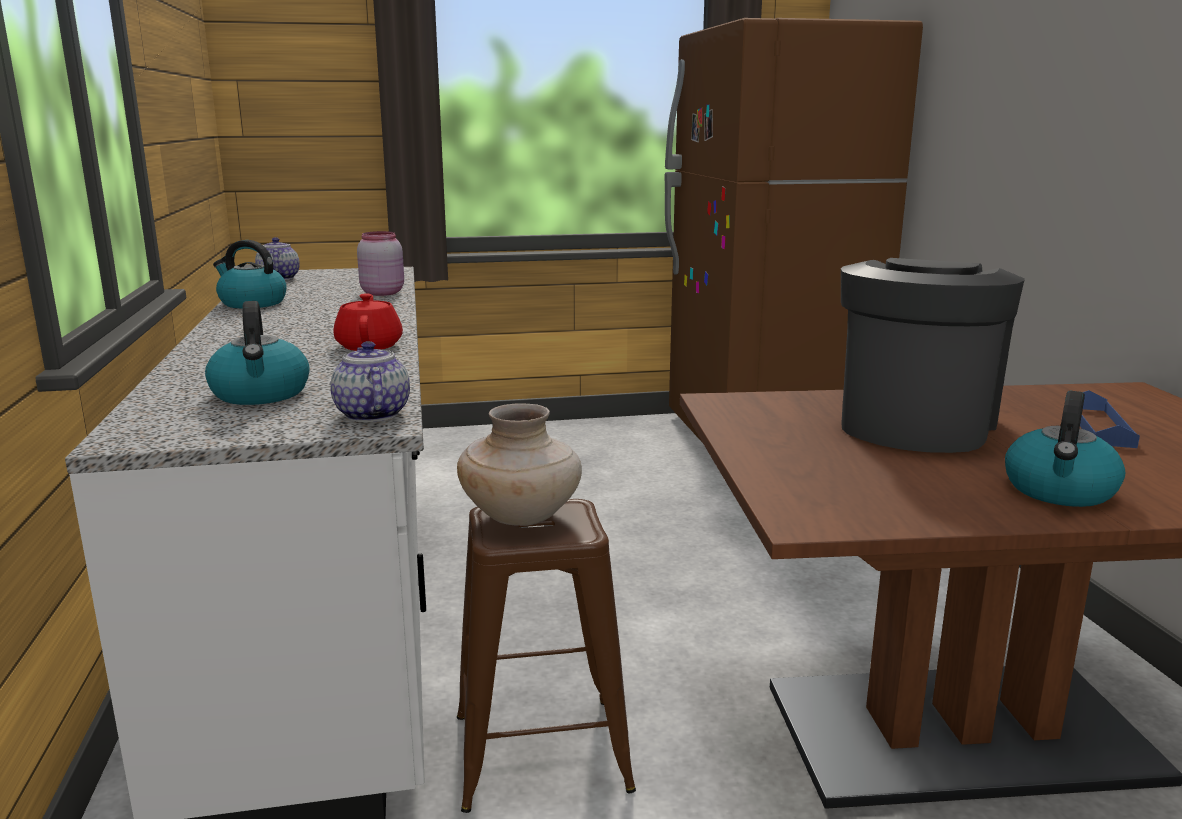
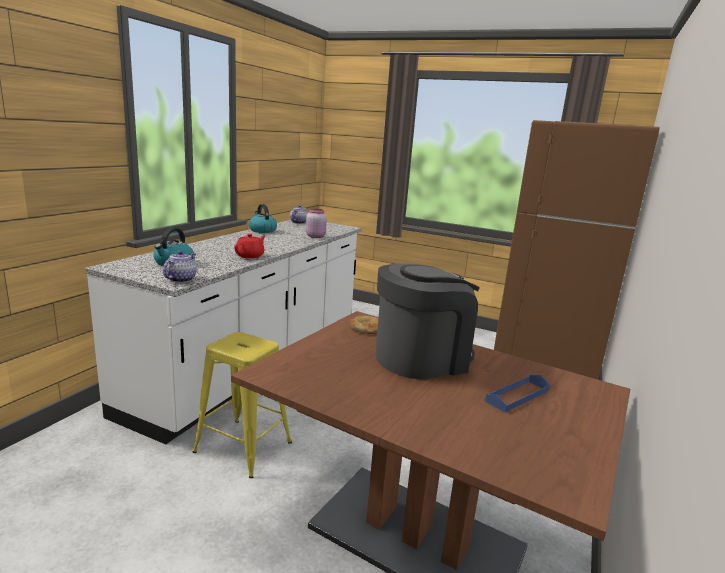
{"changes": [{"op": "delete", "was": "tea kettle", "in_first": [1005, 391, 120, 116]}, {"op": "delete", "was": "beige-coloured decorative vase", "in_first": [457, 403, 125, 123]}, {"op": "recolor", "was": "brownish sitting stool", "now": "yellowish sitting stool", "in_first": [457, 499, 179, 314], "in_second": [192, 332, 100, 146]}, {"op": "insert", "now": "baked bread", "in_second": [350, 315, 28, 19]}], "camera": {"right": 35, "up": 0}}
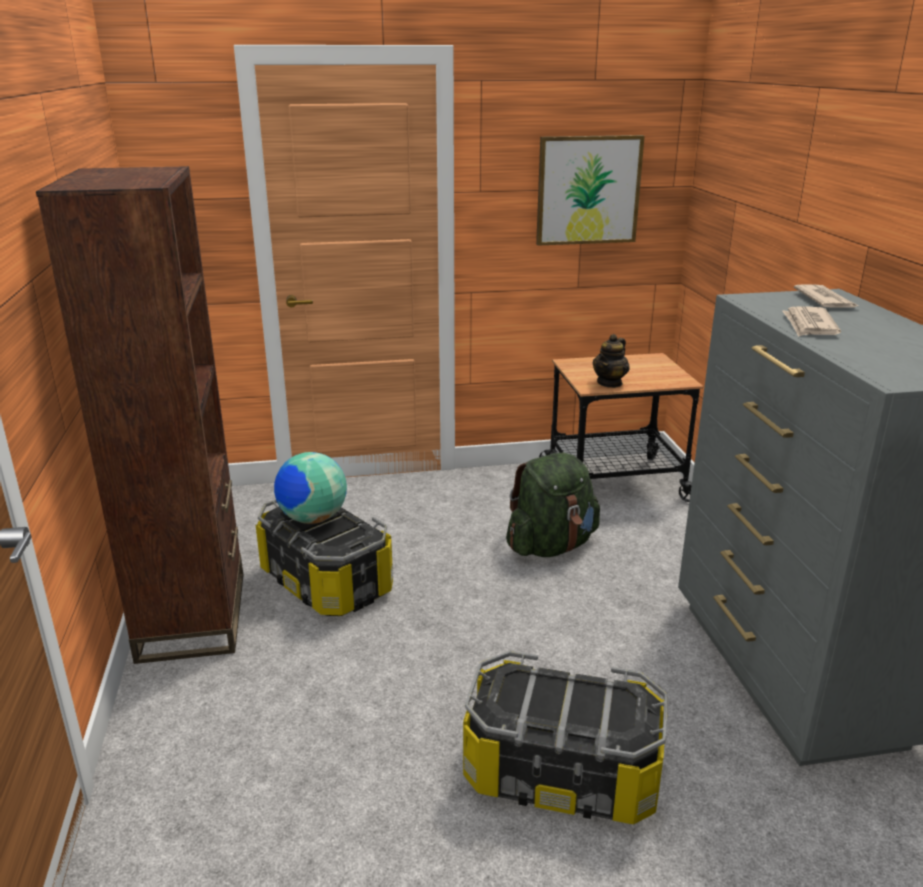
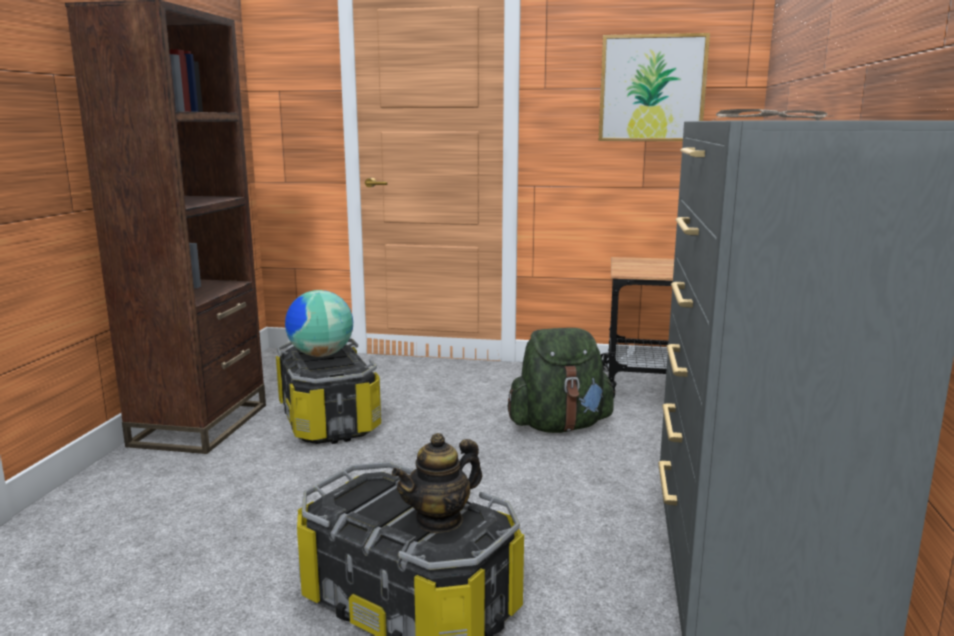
{"changes": [{"op": "move", "was": "tea pot", "in_first": [593, 334, 37, 54], "in_second": [392, 433, 90, 100]}], "camera": {"right": 20, "up": -10}}
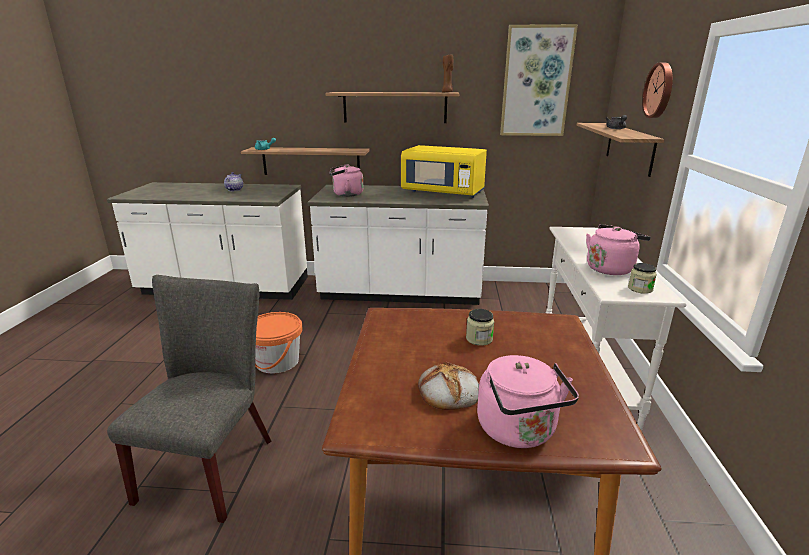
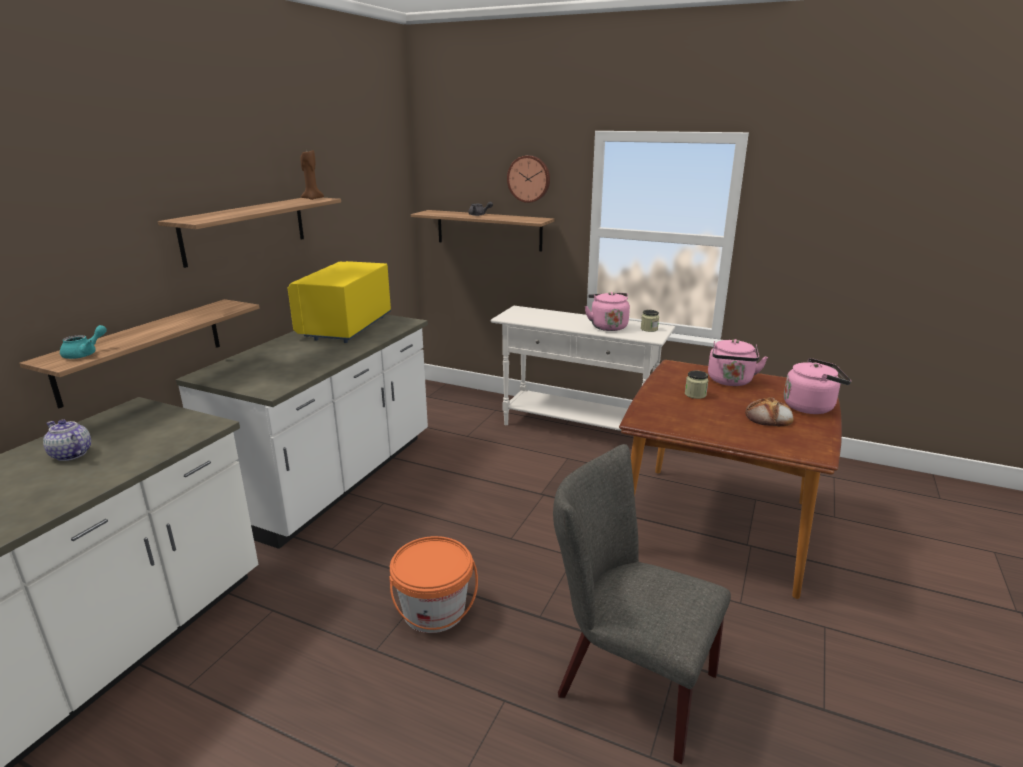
{"changes": [{"op": "delete", "was": "picture", "in_first": [500, 24, 78, 112]}, {"op": "rotate", "was": "yellowish microwave", "in_first": [401, 145, 86, 53], "in_second": [288, 261, 103, 82], "clockwise": 150}, {"op": "move", "was": "pink-coloured tea kettle", "in_first": [329, 164, 34, 33], "in_second": [708, 339, 60, 47]}], "camera": {"right": -70, "up": 0}}
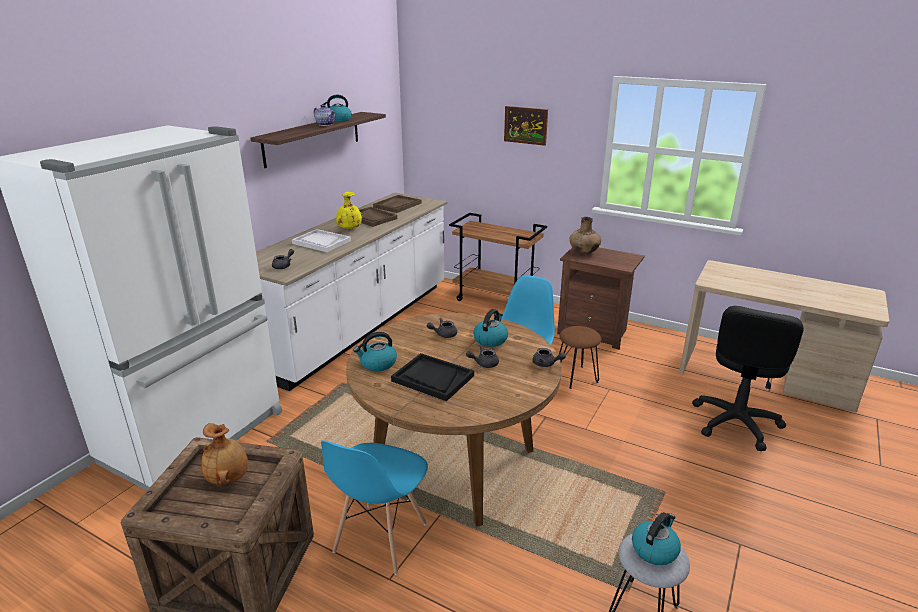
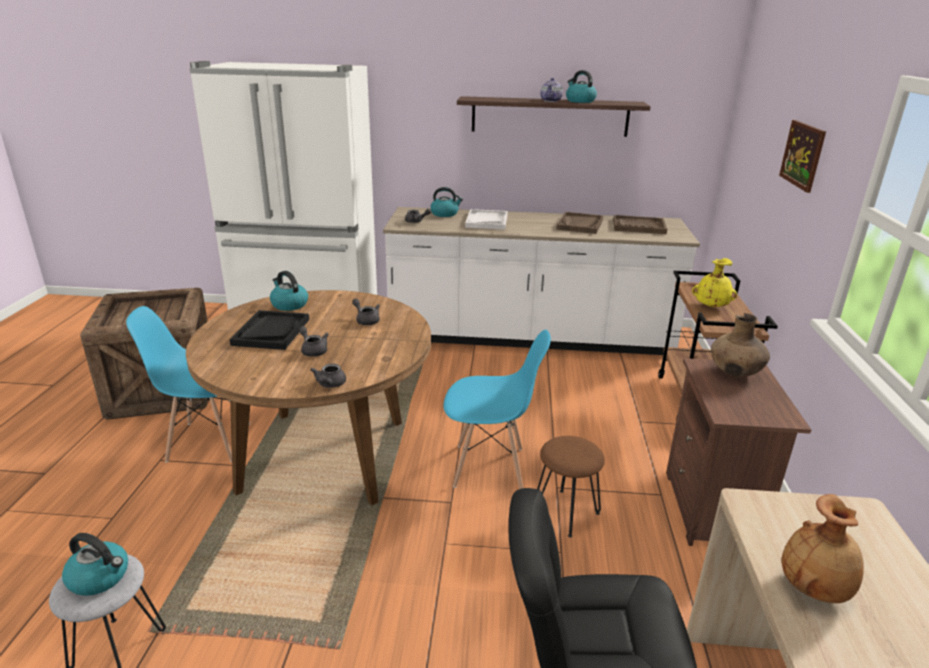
{"changes": [{"op": "move", "was": "yellowish decorative vase", "in_first": [336, 192, 26, 37], "in_second": [692, 258, 45, 49]}, {"op": "move", "was": "tea kettle", "in_first": [473, 309, 35, 38], "in_second": [430, 187, 33, 30]}, {"op": "move", "was": "brownish decorative vase", "in_first": [201, 423, 47, 62], "in_second": [781, 494, 83, 109]}], "camera": {"right": 65, "up": 0}}
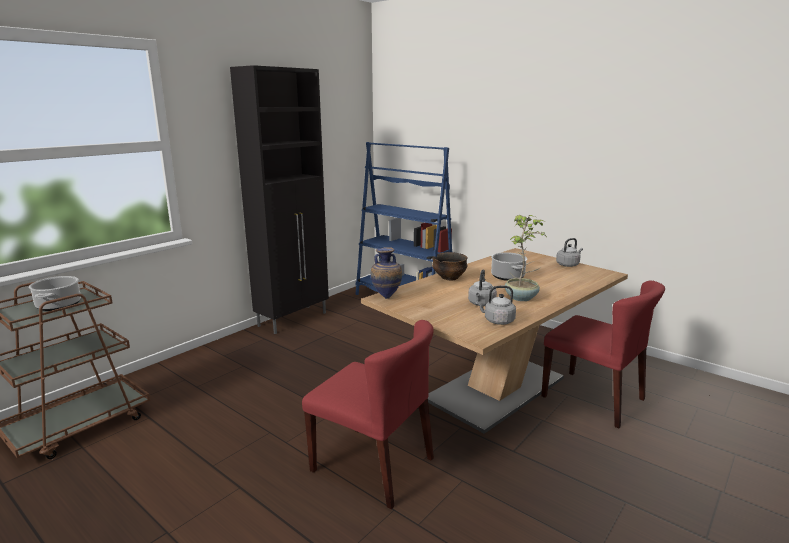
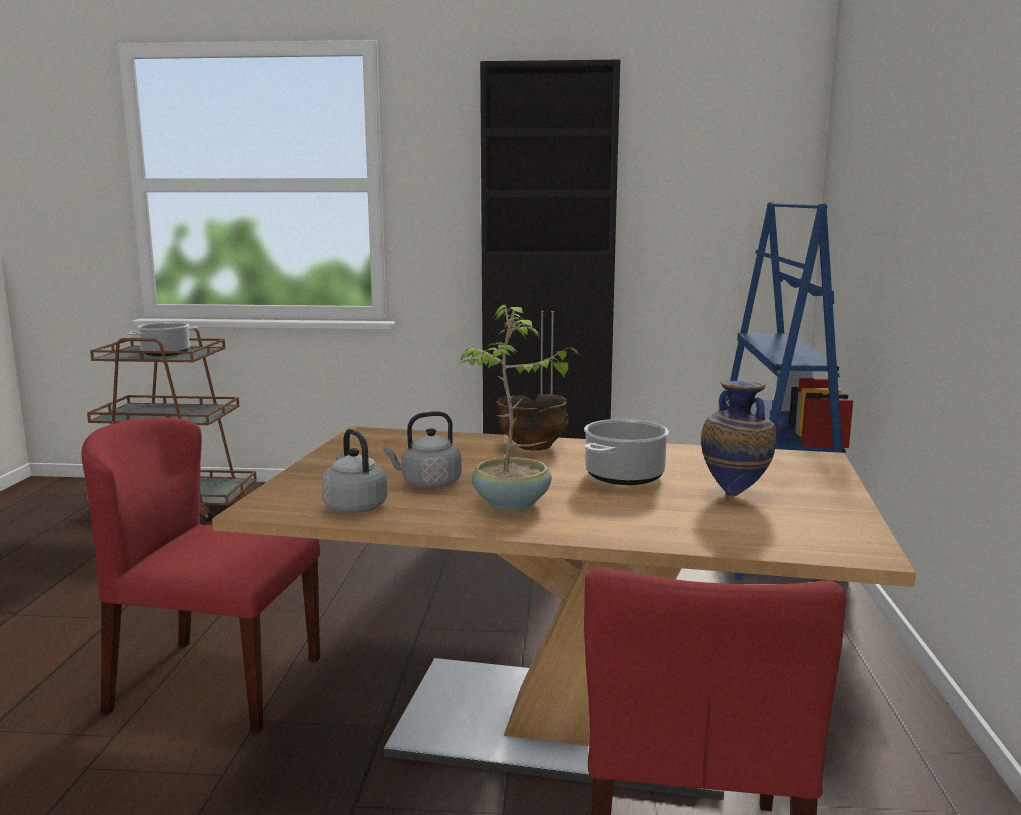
{"changes": [{"op": "delete", "was": "grey tea kettle", "in_first": [556, 238, 27, 29]}, {"op": "move", "was": "decorative vase", "in_first": [371, 247, 31, 52], "in_second": [701, 380, 76, 116]}, {"op": "rotate", "was": "reddish plain chair", "in_first": [302, 320, 132, 189], "in_second": [81, 417, 239, 316], "clockwise": 105}], "camera": {"right": 55, "up": -5}}
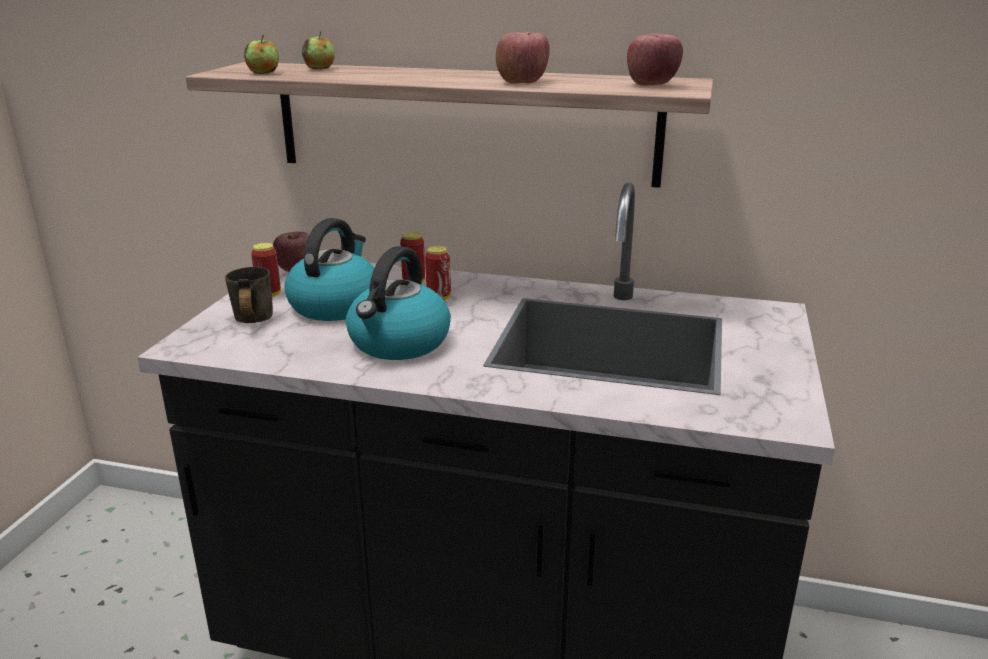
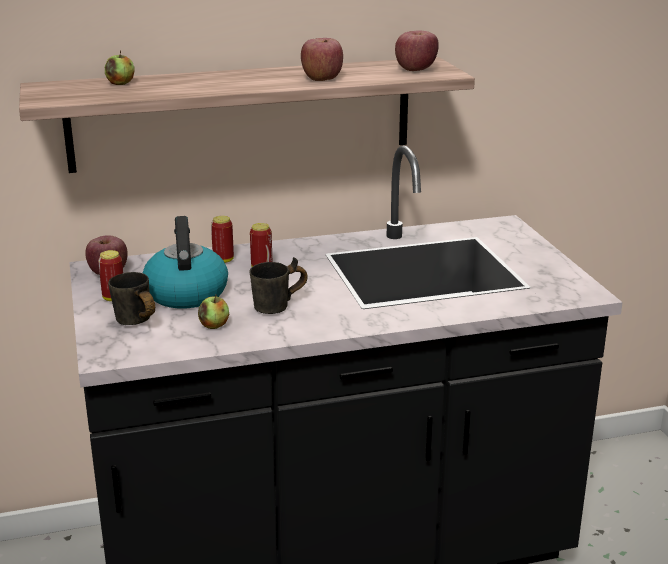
{"changes": [{"op": "move", "was": "apple", "in_first": [244, 35, 35, 39], "in_second": [198, 294, 31, 35]}, {"op": "replace", "was": "tea kettle", "now": "grey mug", "in_first": [346, 246, 105, 114], "in_second": [250, 257, 58, 57]}], "camera": {"right": -30, "up": 0}}
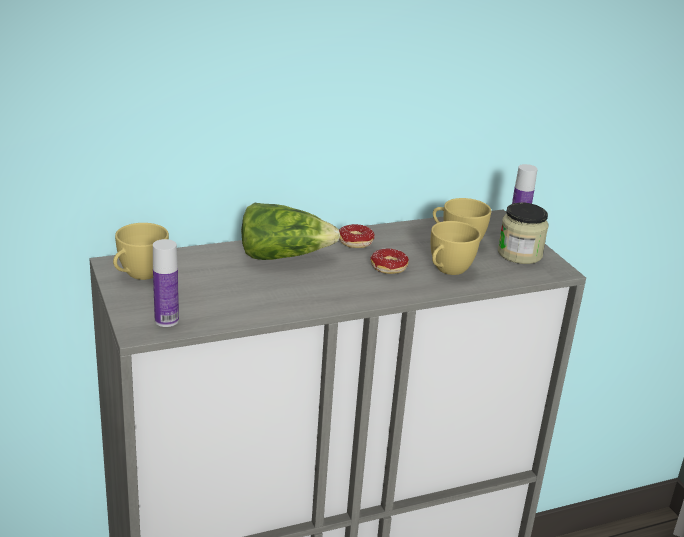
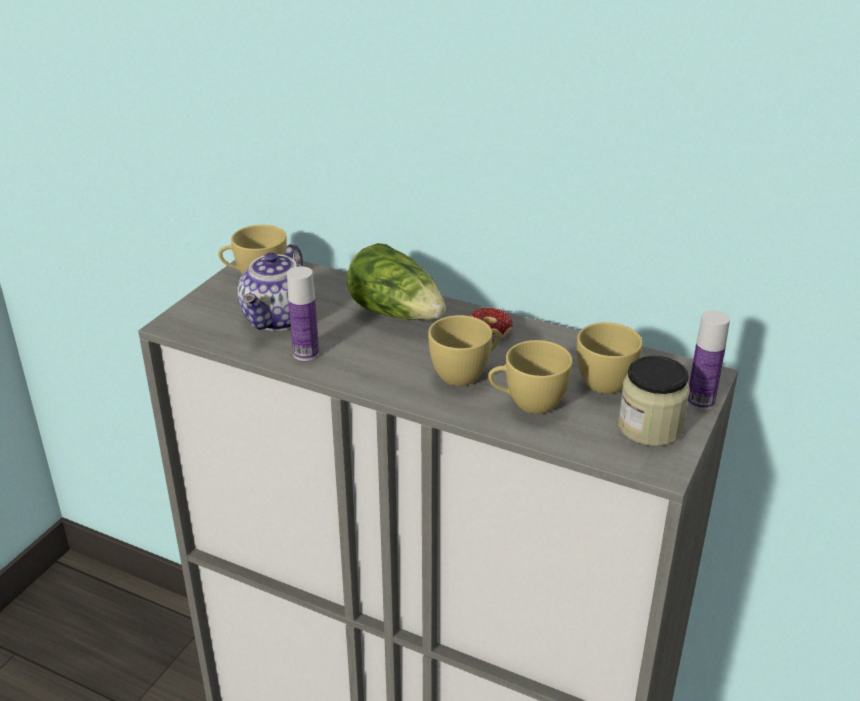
{"changes": [{"op": "move", "was": "drink bottle", "in_first": [153, 239, 26, 88], "in_second": [287, 266, 32, 95]}, {"op": "replace", "was": "ring doughnut", "now": "yellowish cup", "in_first": [370, 249, 39, 25], "in_second": [428, 315, 72, 71]}, {"op": "insert", "now": "tea pot", "in_second": [237, 244, 66, 87]}], "camera": {"right": 50, "up": 5}}
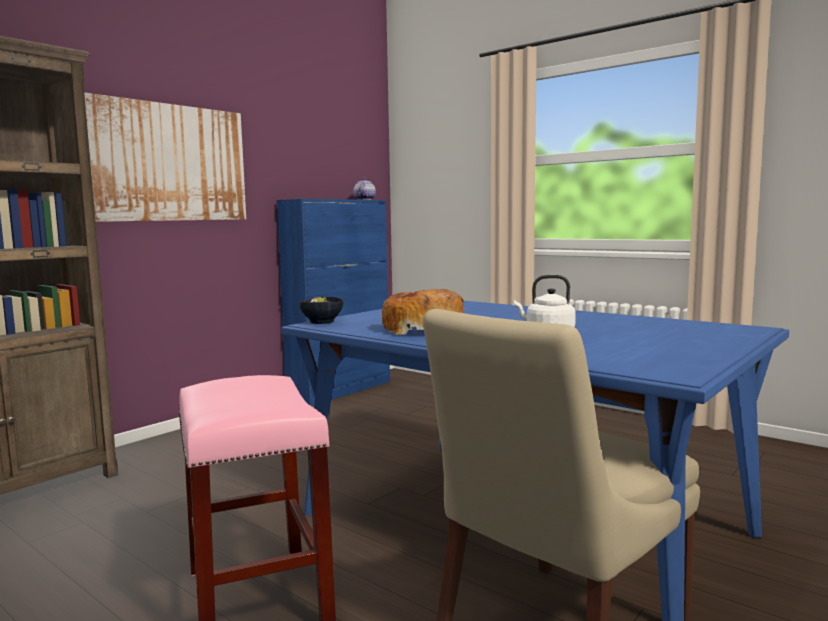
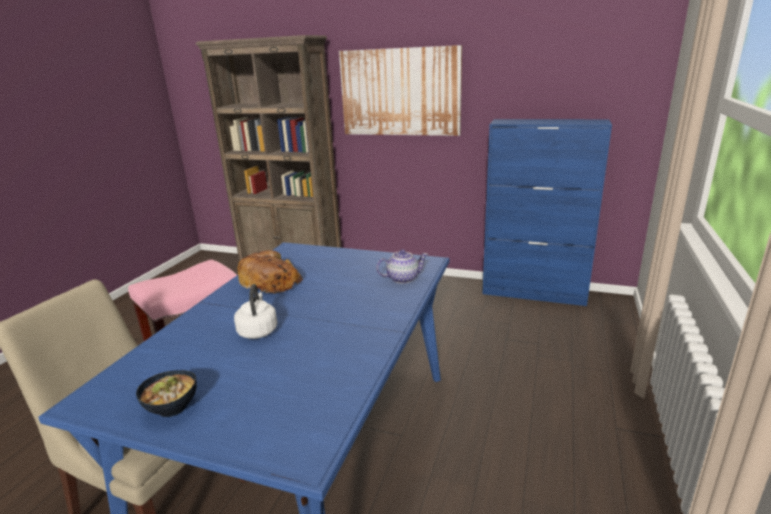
{"changes": [{"op": "move", "was": "tea pot", "in_first": [353, 178, 23, 22], "in_second": [376, 250, 52, 34]}, {"op": "move", "was": "serving bowl", "in_first": [299, 297, 44, 27], "in_second": [136, 370, 61, 47]}], "camera": {"right": 70, "up": 15}}
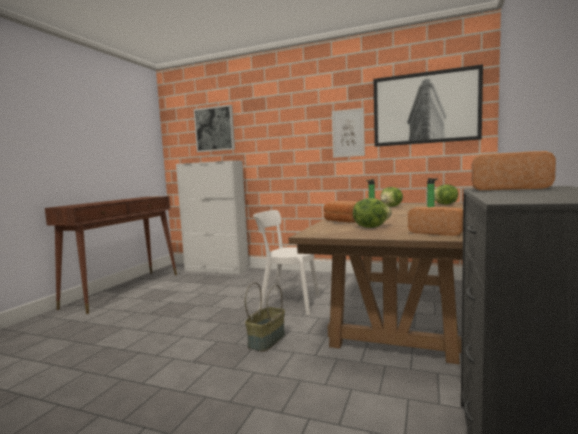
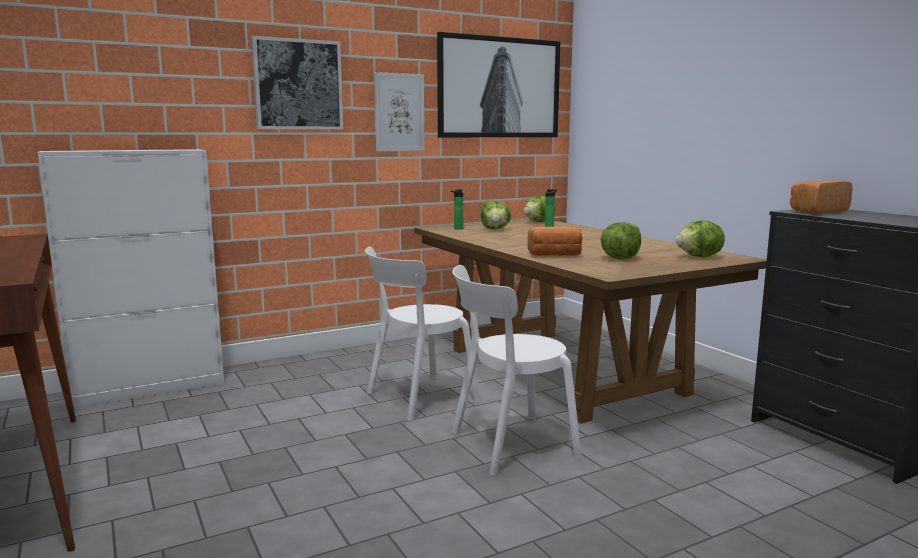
{"changes": [{"op": "move", "was": "picture", "in_first": [194, 105, 41, 47], "in_second": [251, 36, 92, 93]}, {"op": "replace", "was": "baked bread", "now": "lettuce", "in_first": [408, 207, 55, 29], "in_second": [676, 220, 49, 37]}, {"op": "replace", "was": "basket", "now": "white plain chair", "in_first": [245, 282, 40, 70], "in_second": [452, 265, 130, 210]}], "camera": {"right": -50, "up": 5}}
